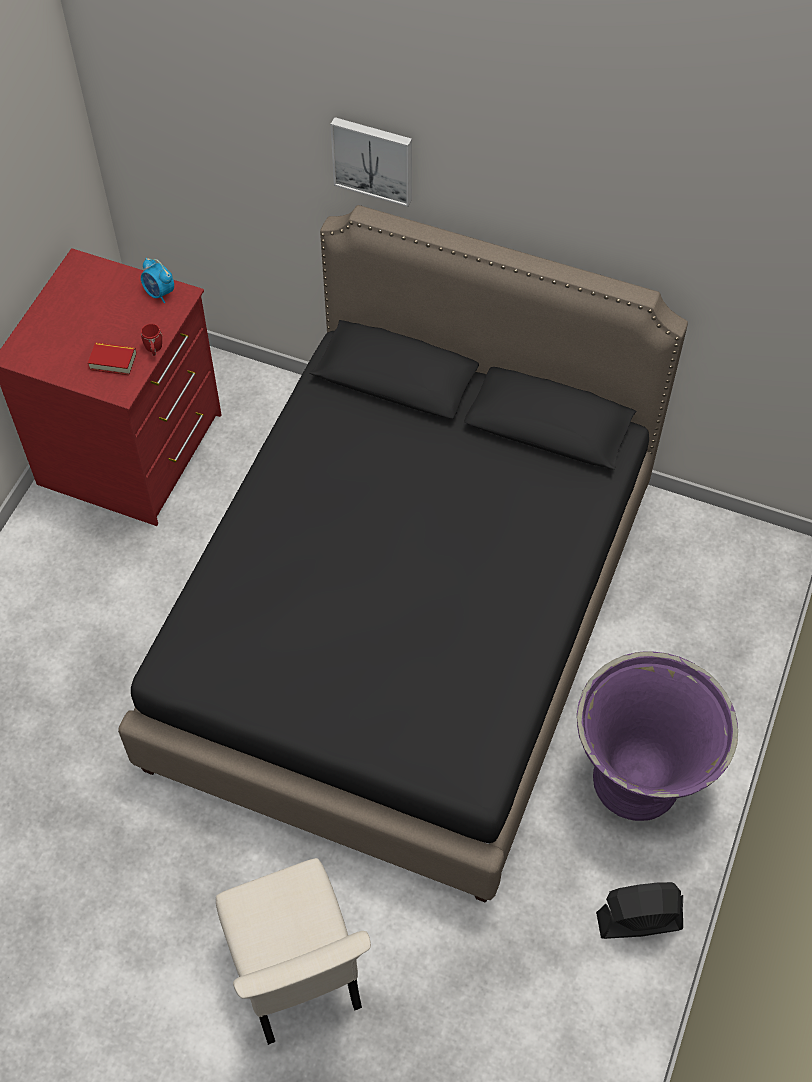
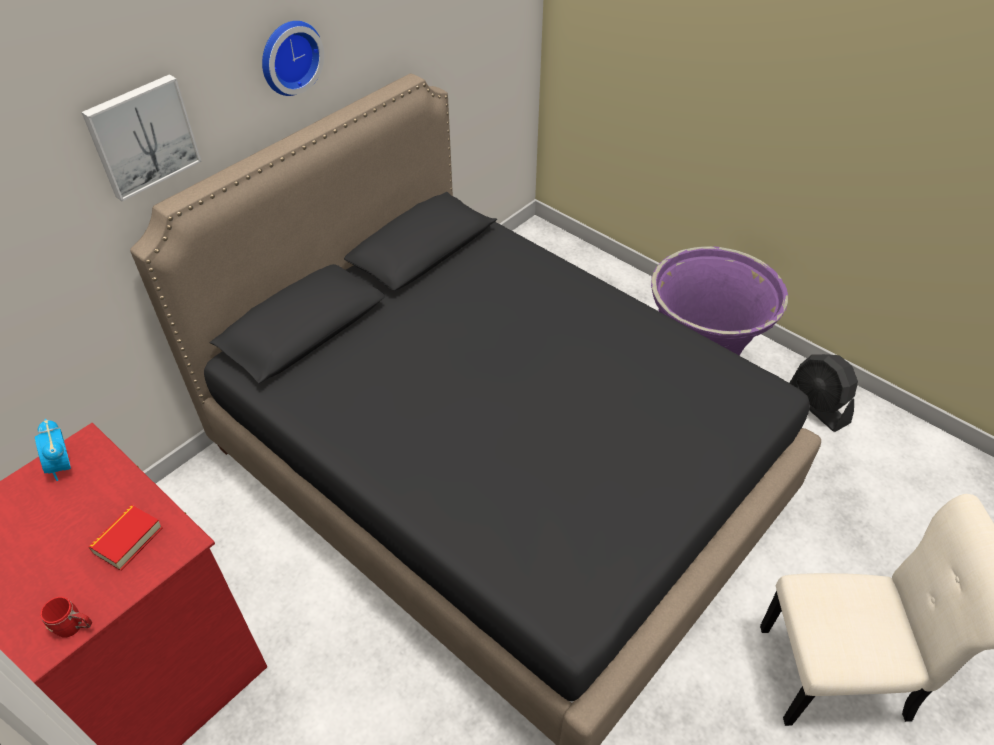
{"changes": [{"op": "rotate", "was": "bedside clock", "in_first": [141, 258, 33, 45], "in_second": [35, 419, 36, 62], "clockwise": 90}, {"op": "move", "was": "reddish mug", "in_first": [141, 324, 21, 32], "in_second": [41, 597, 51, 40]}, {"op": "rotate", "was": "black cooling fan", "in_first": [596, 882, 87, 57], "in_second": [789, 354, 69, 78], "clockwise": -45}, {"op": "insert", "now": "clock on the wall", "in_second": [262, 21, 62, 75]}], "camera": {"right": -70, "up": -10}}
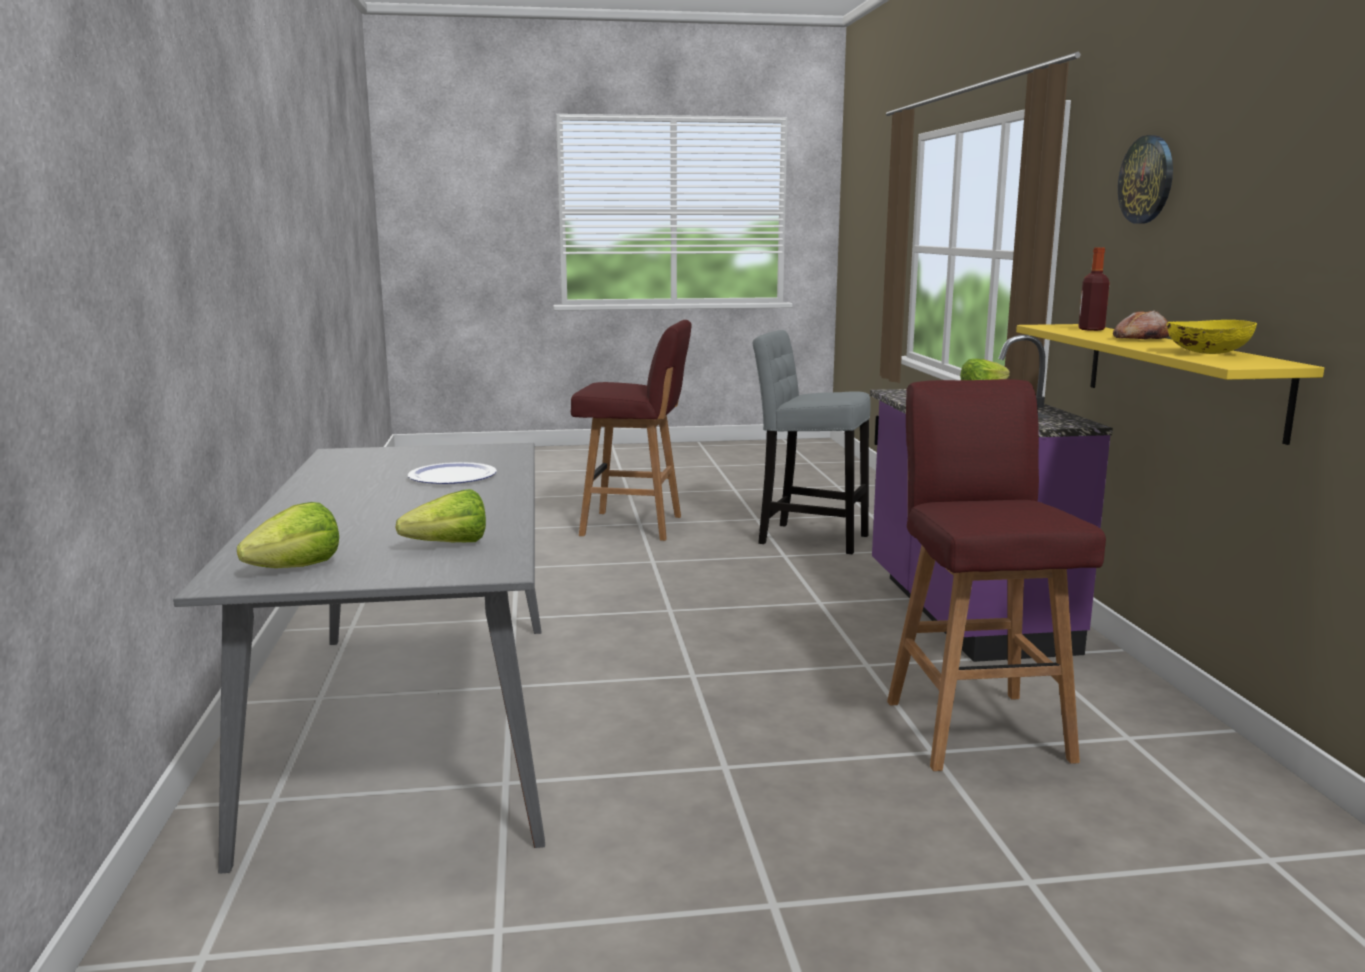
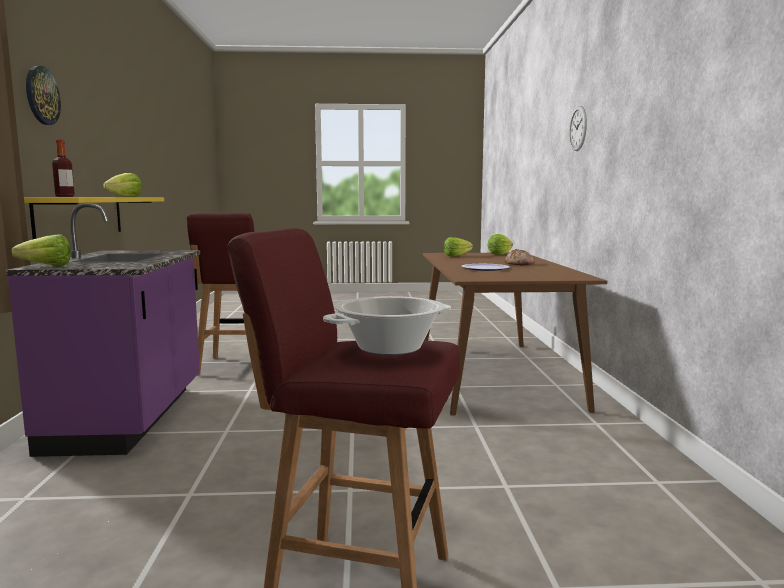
{"changes": [{"op": "move", "was": "baked bread", "in_first": [1113, 310, 56, 29], "in_second": [505, 249, 30, 17]}, {"op": "replace", "was": "yellowish serving bowl", "now": "lettuce", "in_first": [1167, 320, 90, 34], "in_second": [103, 173, 39, 24]}, {"op": "delete", "was": "grey sitting stool", "in_first": [753, 330, 118, 224]}, {"op": "recolor", "was": "grey dining table", "now": "brownish dining table", "in_first": [173, 443, 372, 431], "in_second": [423, 253, 184, 163]}, {"op": "insert", "now": "clock on the wall", "in_second": [569, 106, 18, 45]}, {"op": "insert", "now": "cooking pot", "in_second": [323, 296, 128, 59]}], "camera": {"right": -175, "up": -5}}
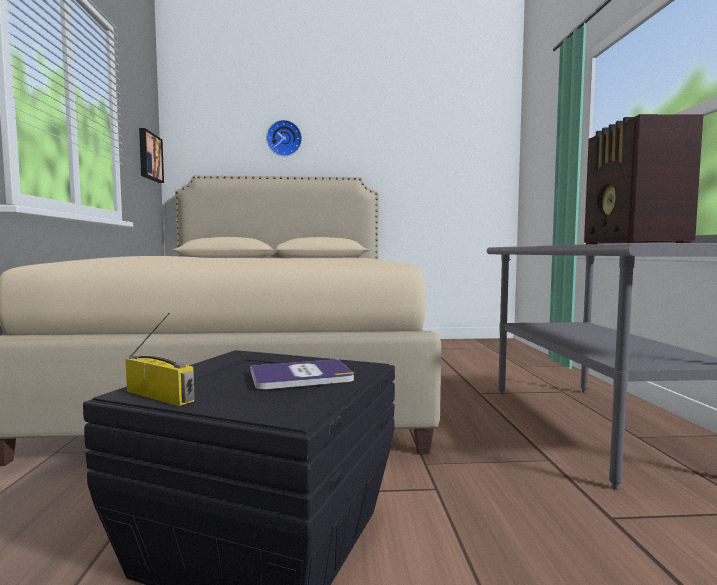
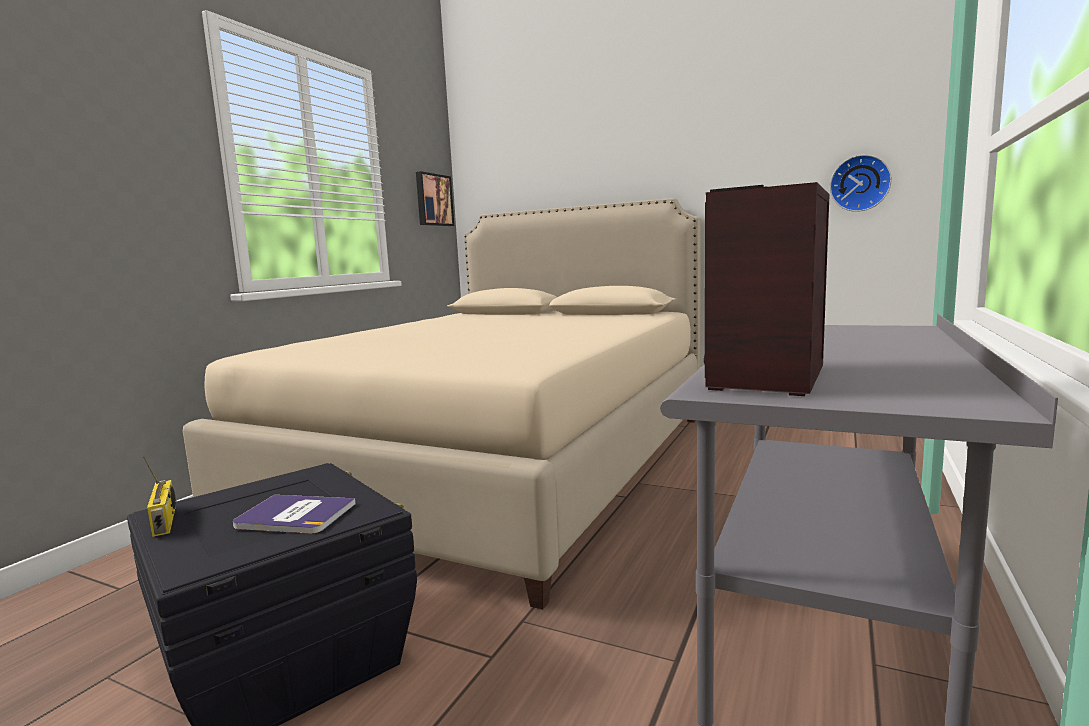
{"changes": [{"op": "move", "was": "clock on the wall", "in_first": [266, 120, 36, 36], "in_second": [830, 155, 62, 57]}], "camera": {"right": 30, "up": 5}}
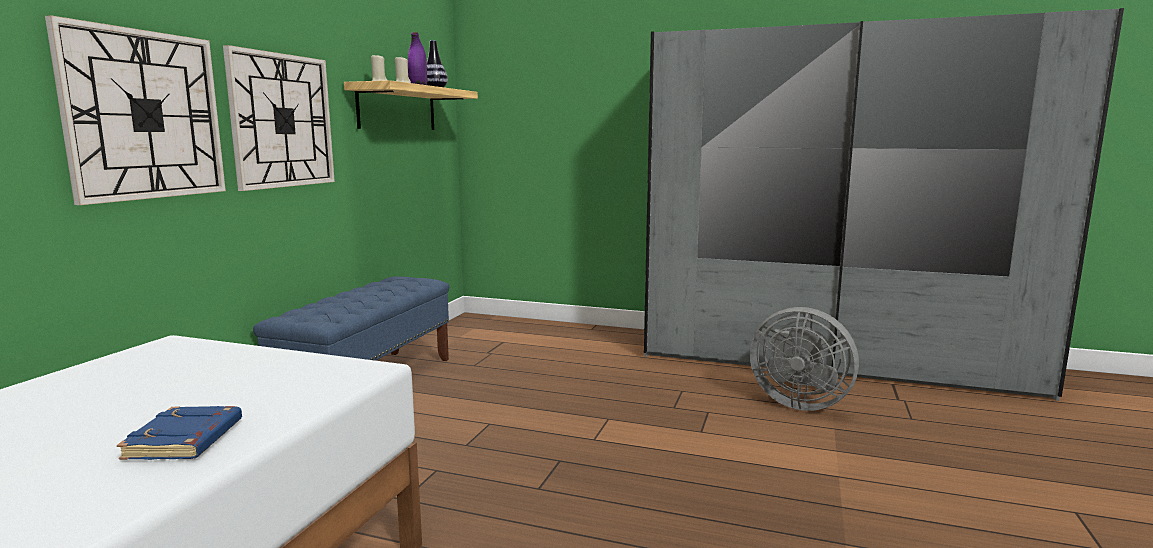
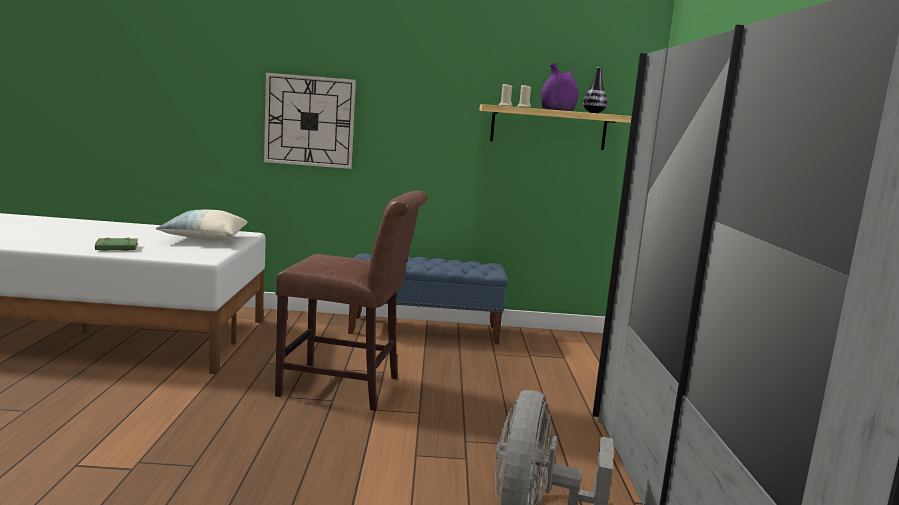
{"changes": [{"op": "delete", "was": "clock on the wall", "in_first": [223, 45, 112, 146]}, {"op": "recolor", "was": "bluish bound book", "now": "green-coloured bound book", "in_first": [117, 406, 125, 54], "in_second": [95, 238, 43, 13]}, {"op": "insert", "now": "brownish plain chair", "in_second": [275, 191, 152, 220]}, {"op": "insert", "now": "cushion", "in_second": [156, 210, 92, 31]}], "camera": {"right": 70, "up": 0}}
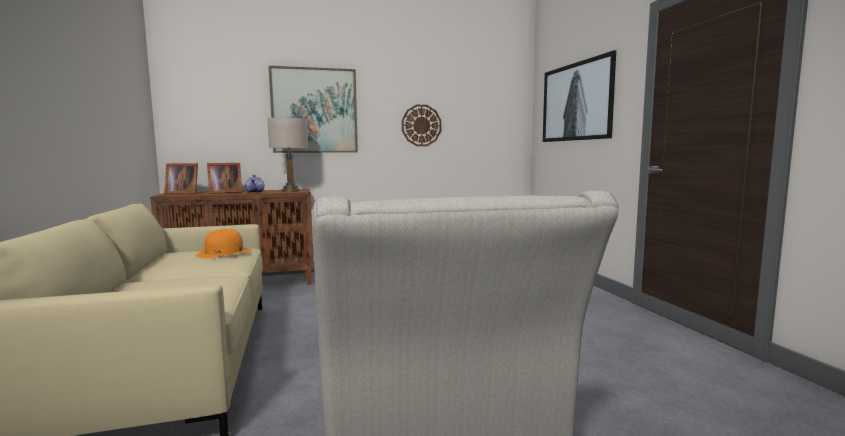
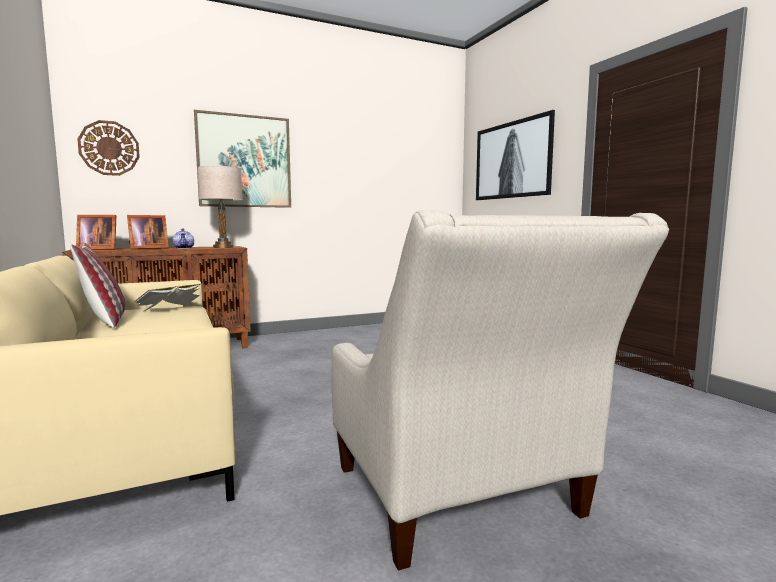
{"changes": [{"op": "move", "was": "clock on the wall", "in_first": [402, 105, 39, 41], "in_second": [77, 120, 63, 56]}, {"op": "replace", "was": "orange clothing hat", "now": "bound book", "in_first": [196, 229, 56, 29], "in_second": [134, 284, 66, 28]}, {"op": "insert", "now": "cushion", "in_second": [70, 243, 56, 85]}], "camera": {"right": -10, "up": 0}}
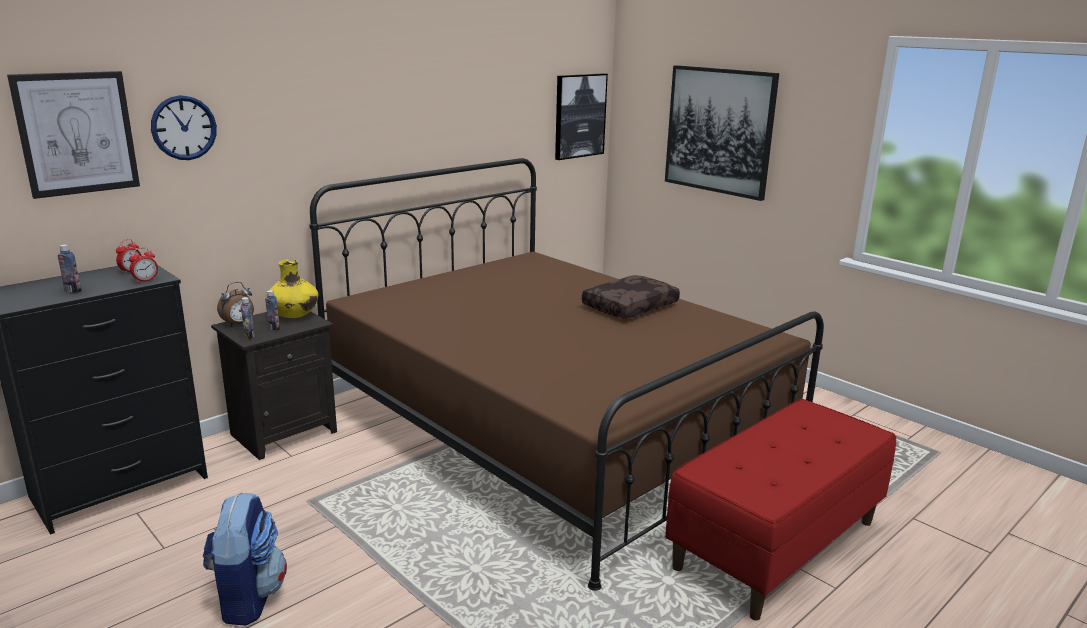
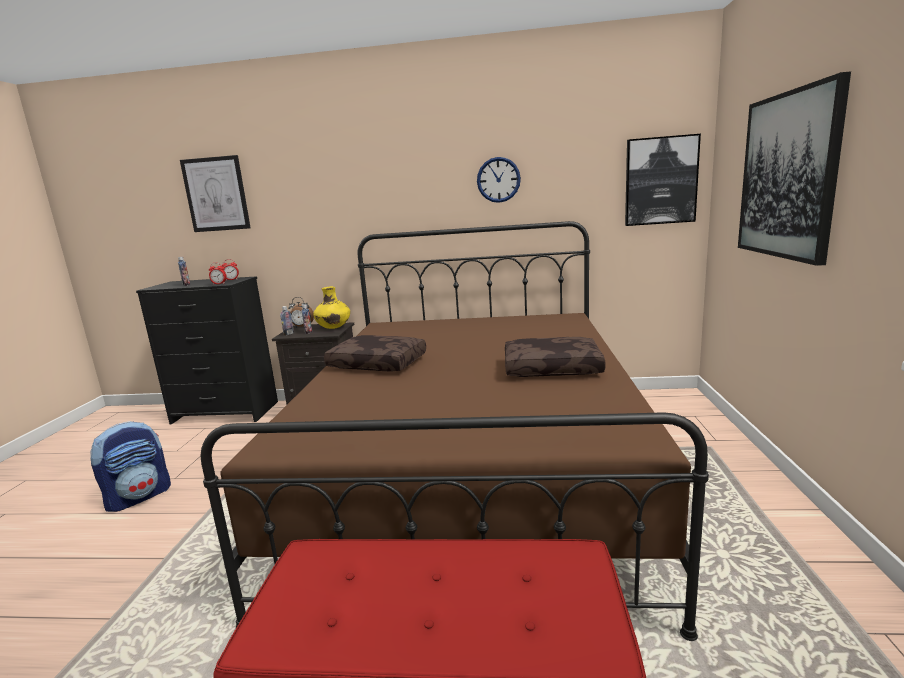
{"changes": [{"op": "move", "was": "clock on the wall", "in_first": [151, 95, 66, 65], "in_second": [477, 157, 44, 46]}, {"op": "insert", "now": "brownish cushion", "in_second": [324, 335, 102, 37]}], "camera": {"right": 50, "up": -5}}
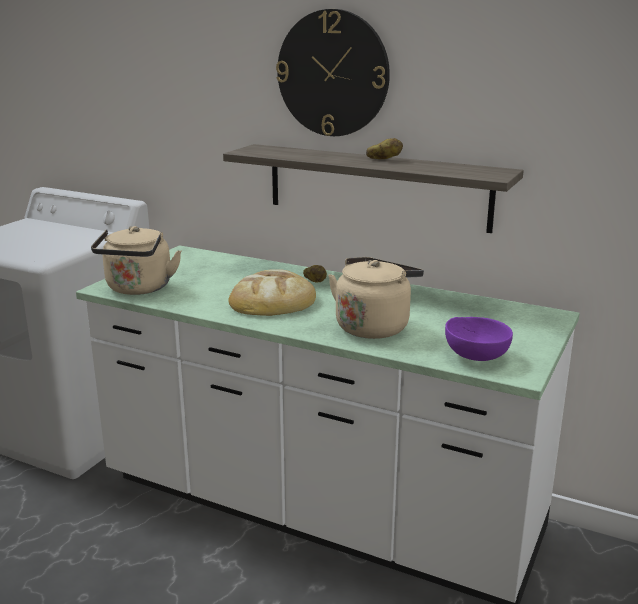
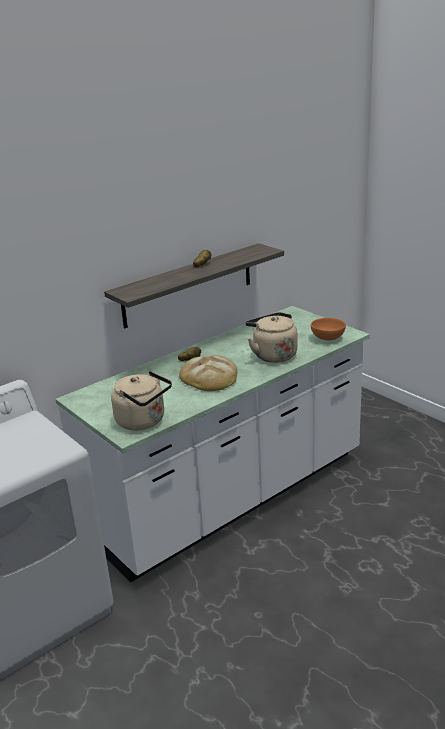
{"changes": [{"op": "delete", "was": "clock on the wall", "in_first": [276, 9, 114, 127]}, {"op": "recolor", "was": "purple-coloured serving bowl", "now": "orange serving bowl", "in_first": [445, 317, 68, 44], "in_second": [311, 318, 35, 22]}], "camera": {"right": -65, "up": 5}}
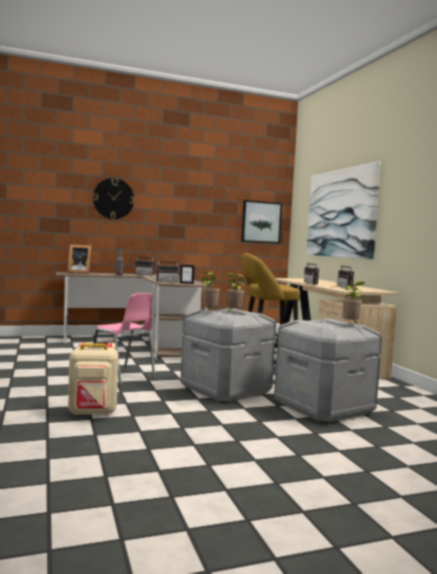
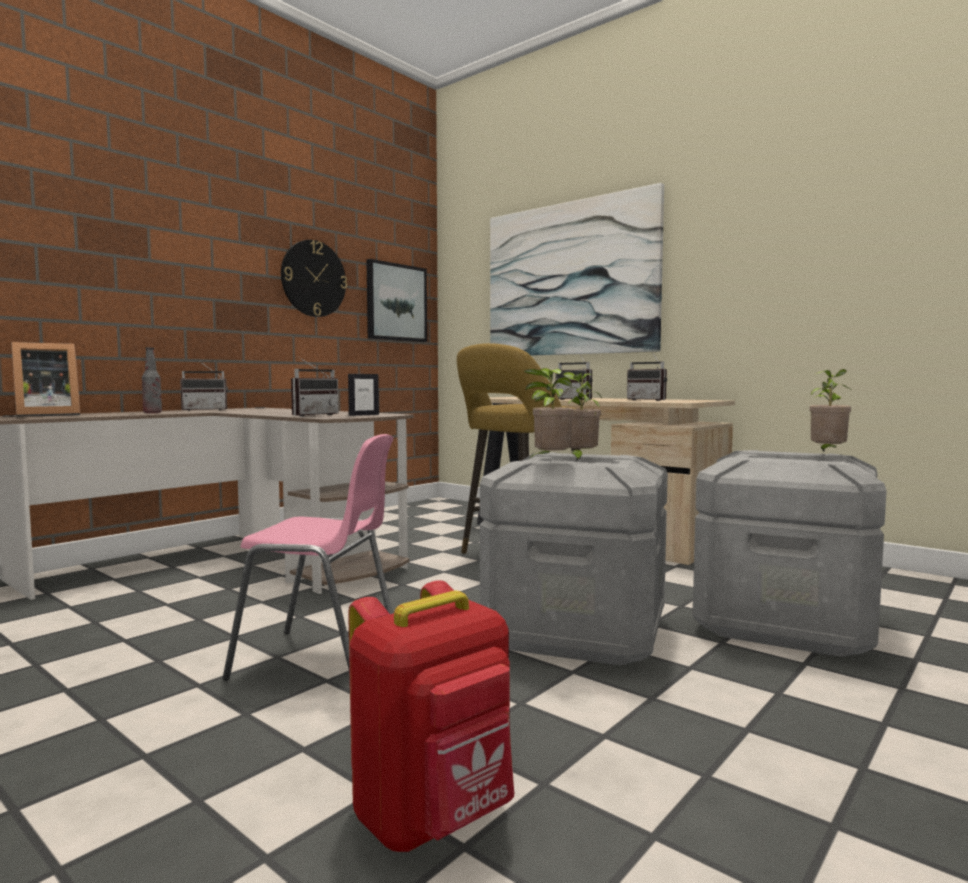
{"changes": [{"op": "move", "was": "clock on the wall", "in_first": [93, 178, 41, 41], "in_second": [281, 240, 66, 77]}, {"op": "recolor", "was": "beige-coloured rucksack", "now": "reddish rucksack", "in_first": [68, 342, 50, 74], "in_second": [348, 580, 166, 272]}], "camera": {"right": -30, "up": 0}}
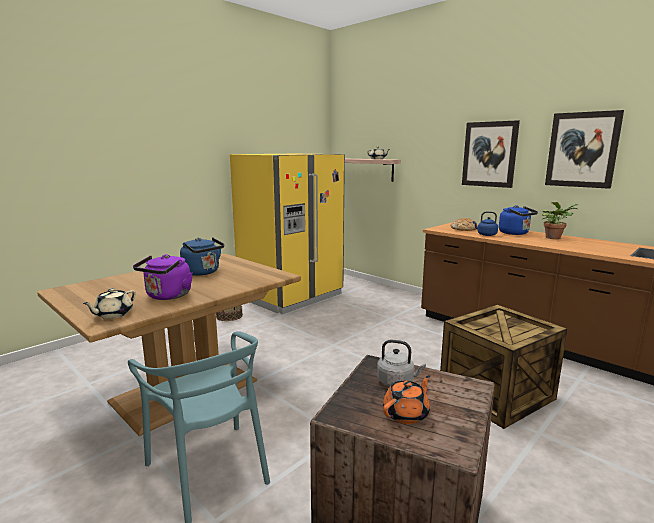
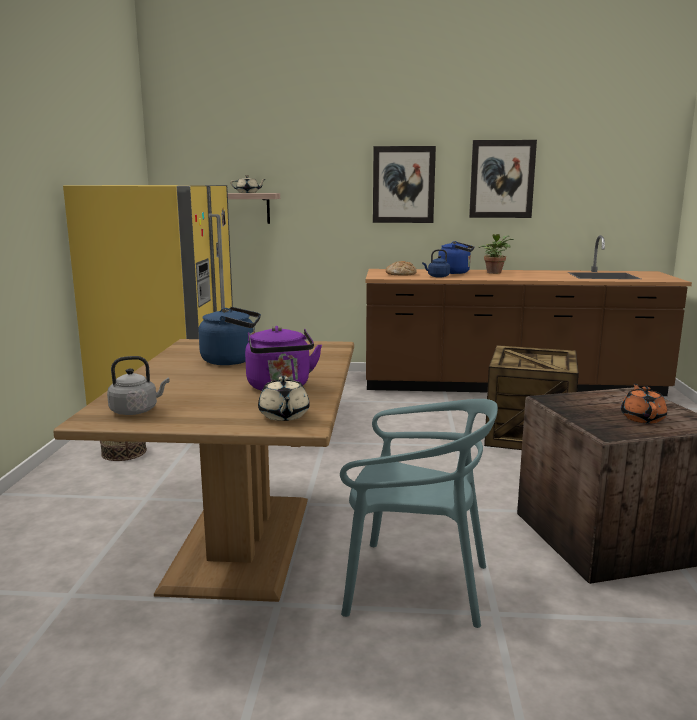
{"changes": [{"op": "move", "was": "grey tea kettle", "in_first": [377, 340, 49, 46], "in_second": [107, 356, 63, 59]}], "camera": {"right": -40, "up": 0}}
